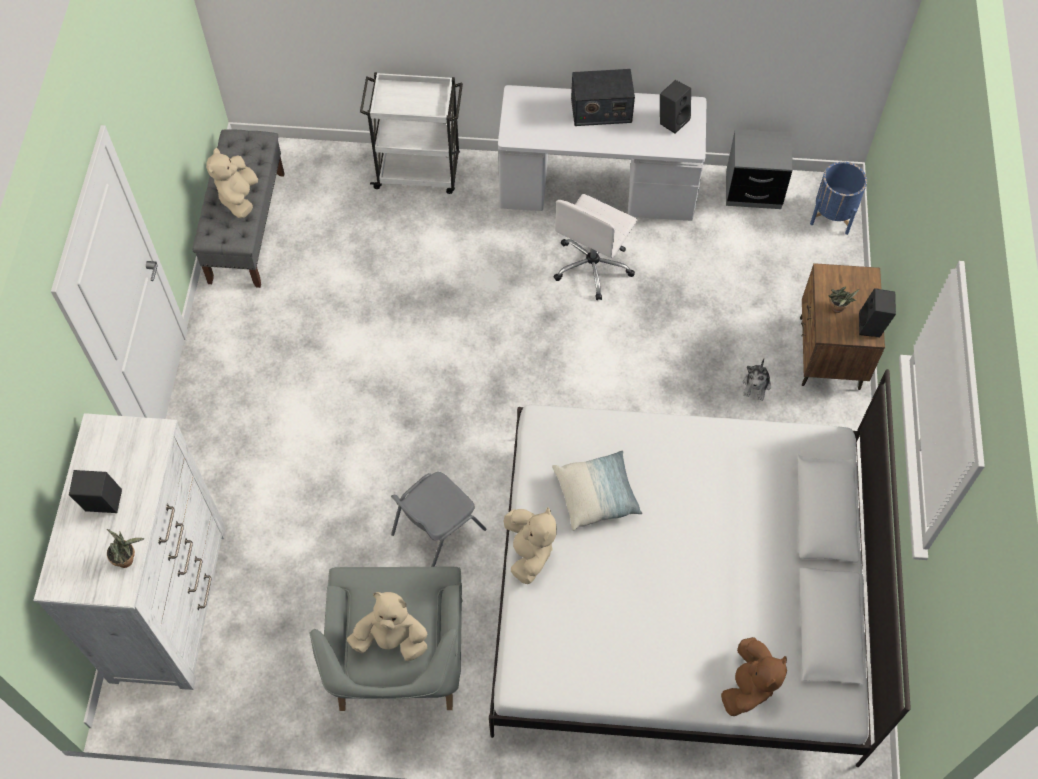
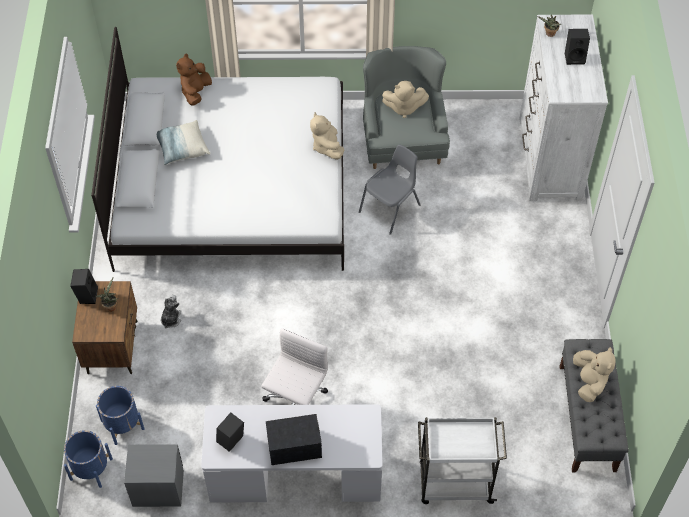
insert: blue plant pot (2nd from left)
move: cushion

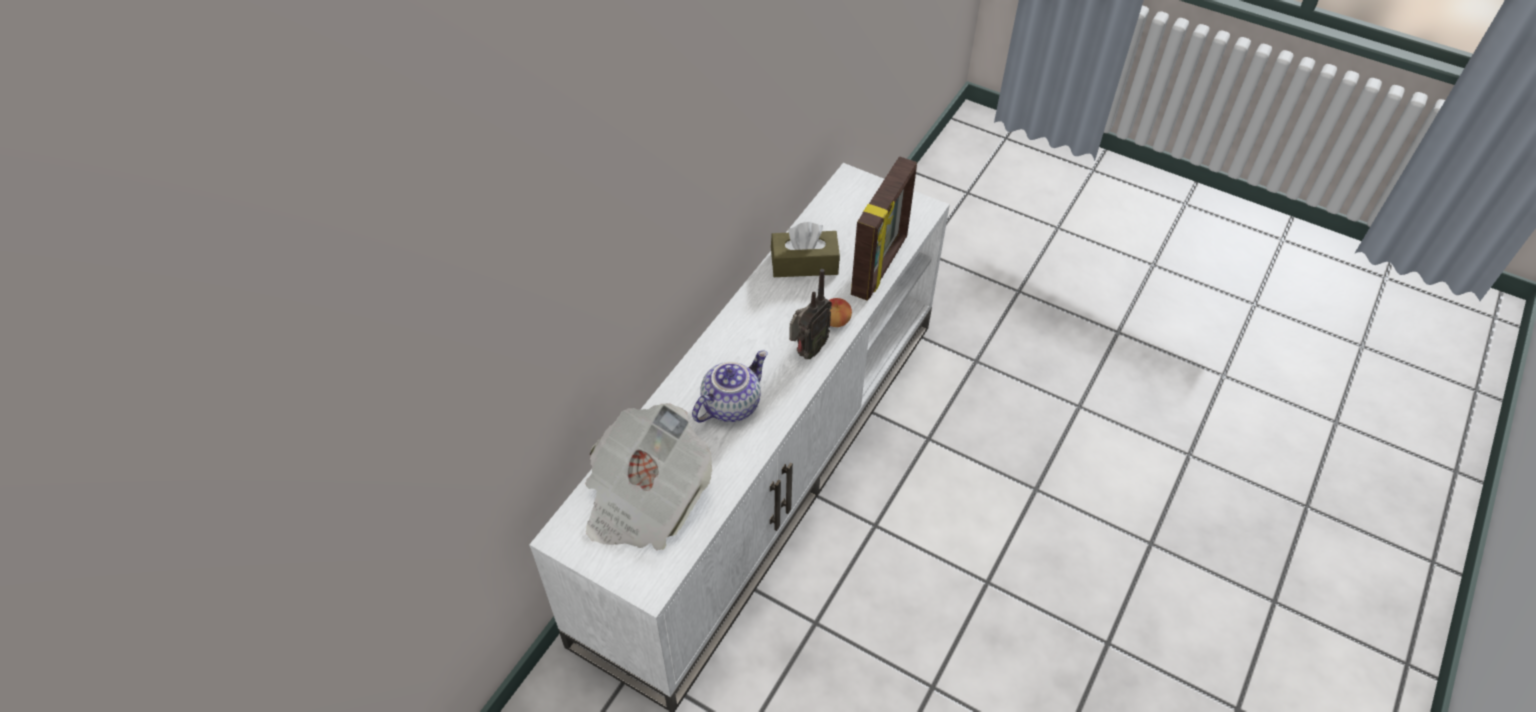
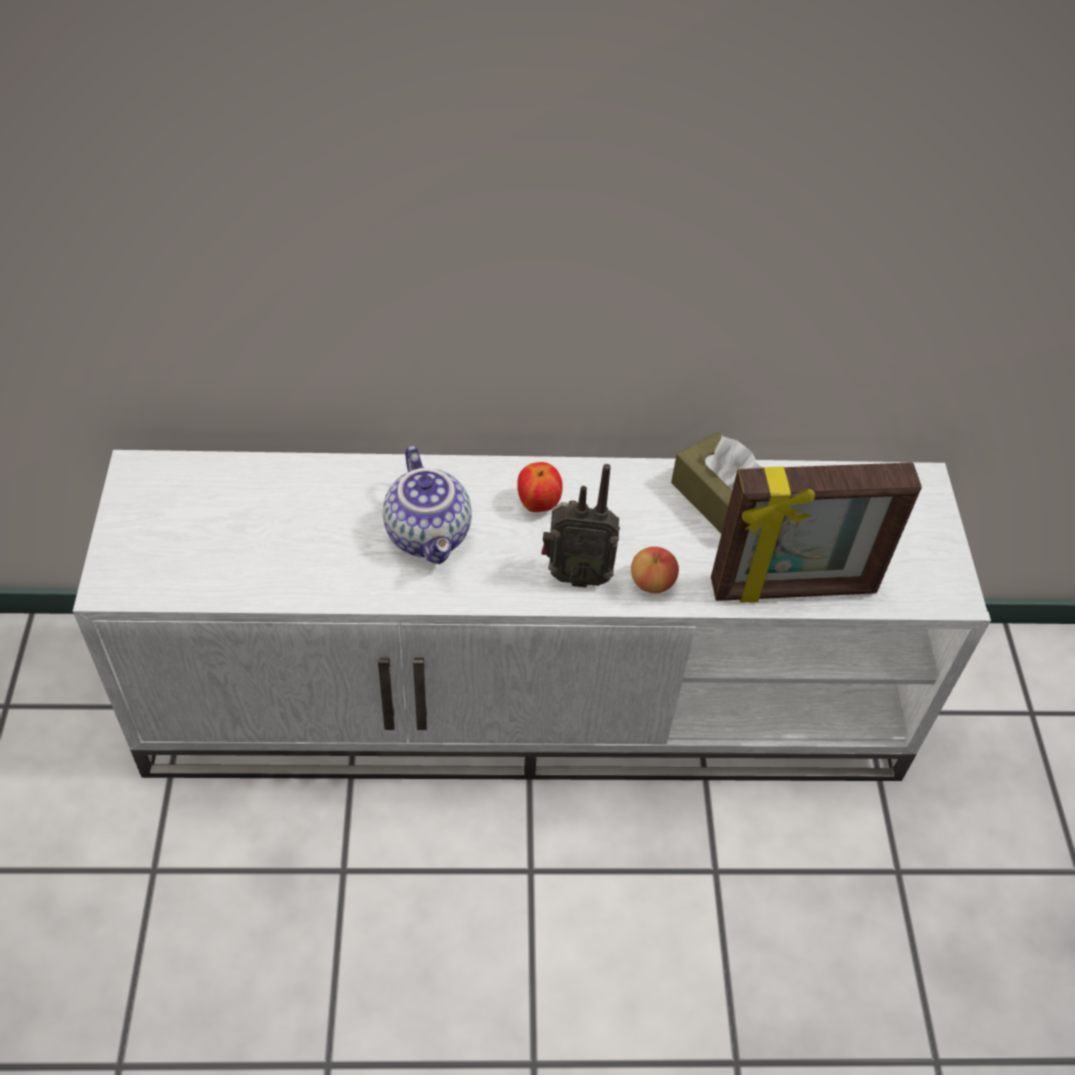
delete: newspaper
insert: apple (1st from left)
rotate: tea pot 60 degrees clockwise

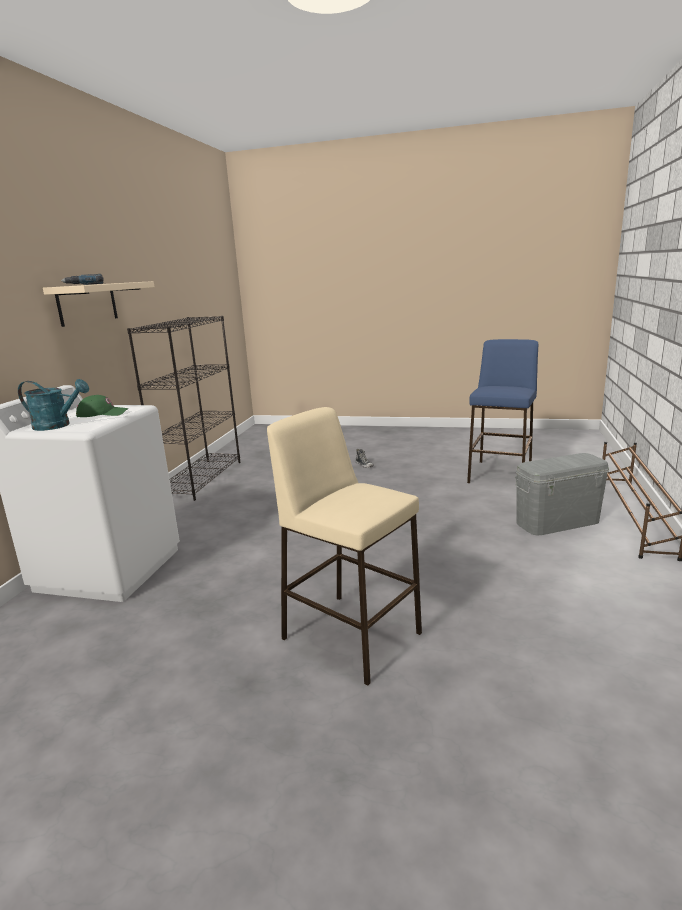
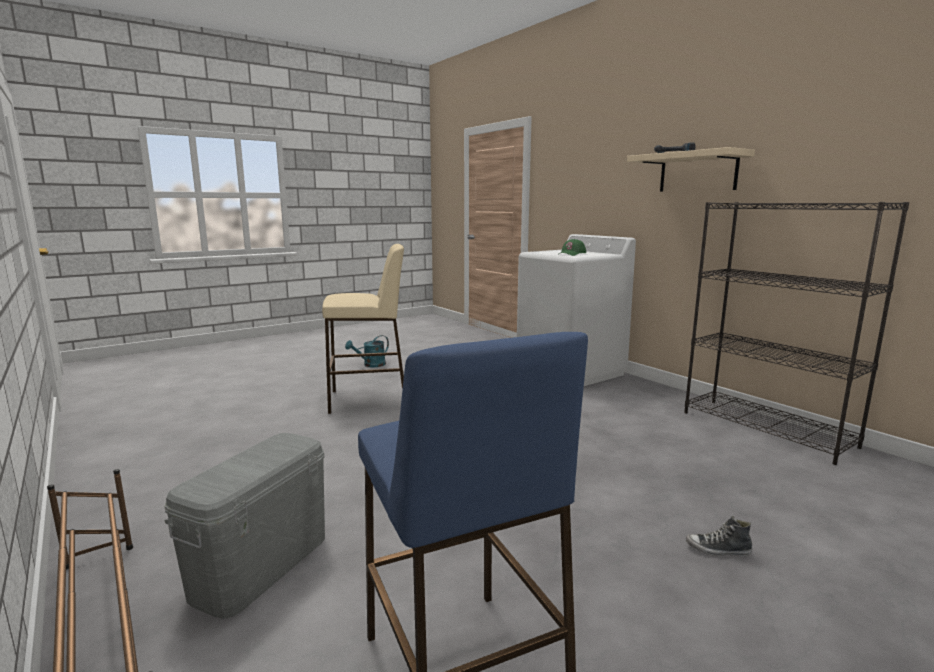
move: turquoise-coloured sprinkling can

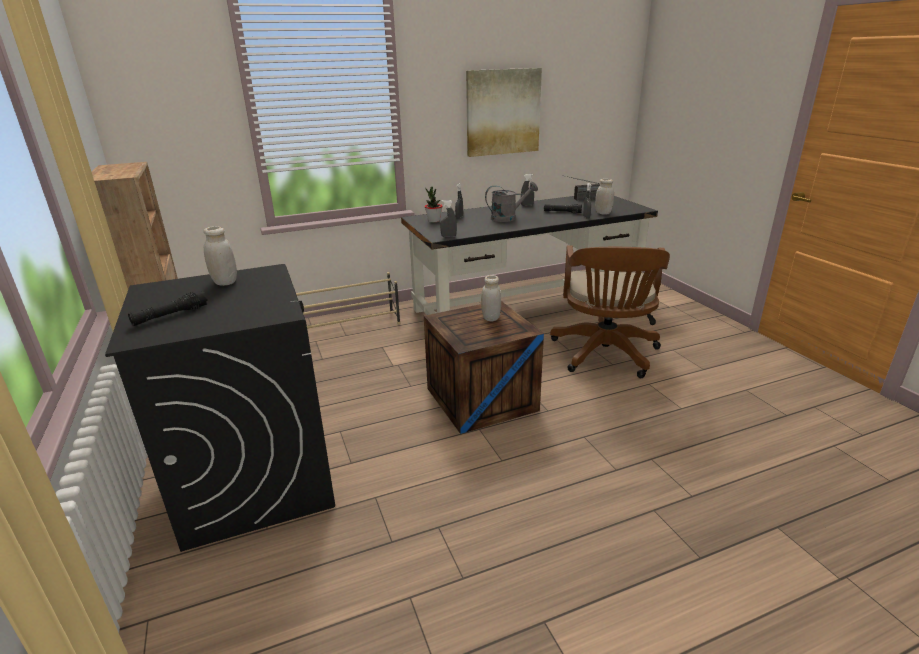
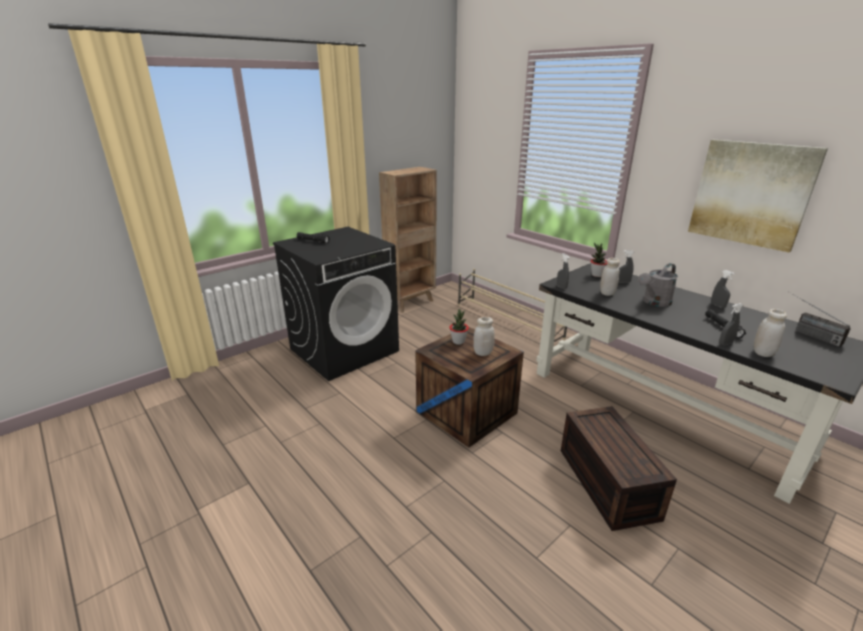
insert: potted plant (1st from left)
move: white preserve jar (1st from left in the first image) to white preserve jar (2nd from left)
replace: brown office chair to brown storage box
rotate: gray sprinkling can 90 degrees clockwise

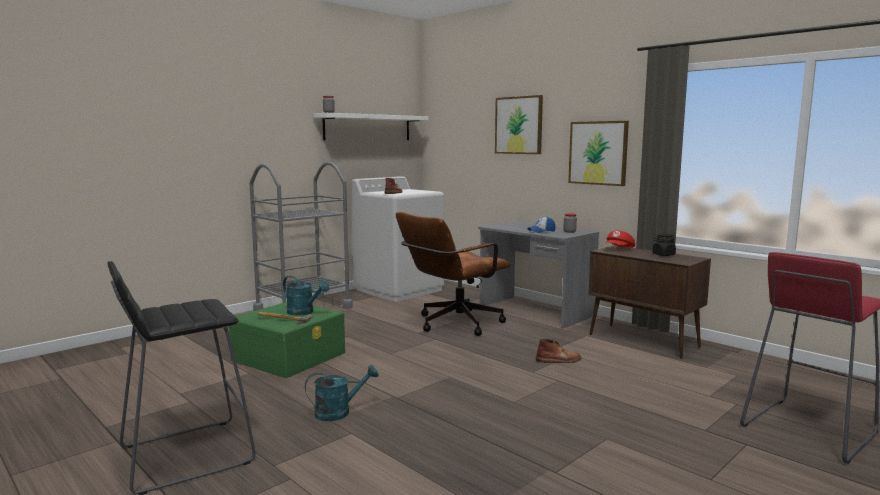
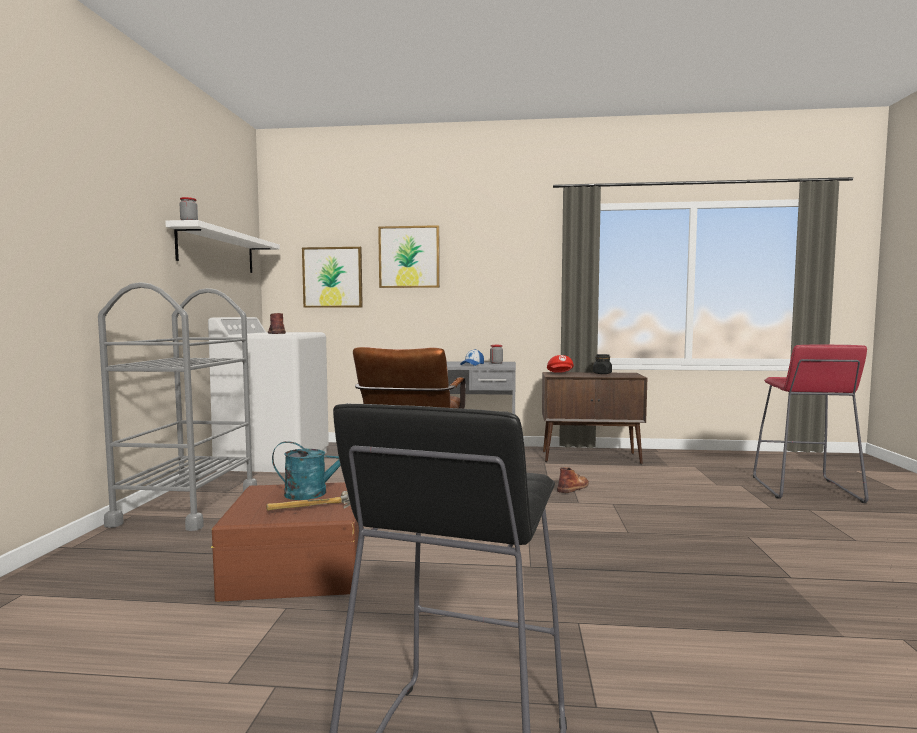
delete: turquoise-coloured sprinkling can (2nd from left)
move: picture (2nd from left in the first image) to picture (1st from left)
recolor: greenish storage box to brown storage box

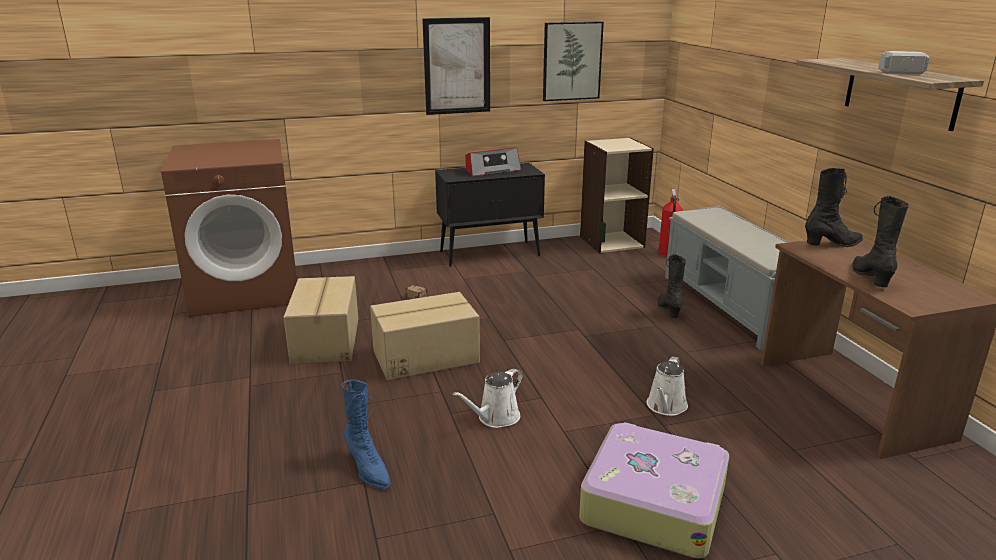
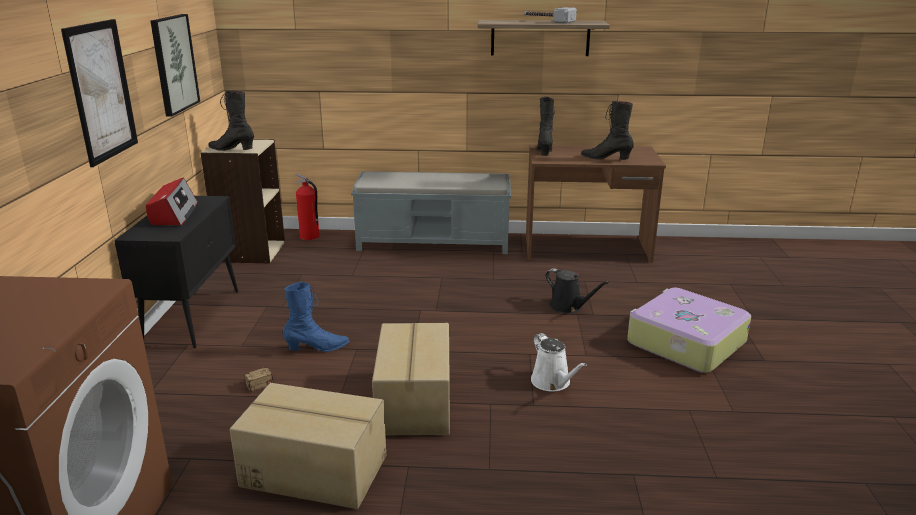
move: blackish high-top boot (1st from left); blue high-top boot
recolor: white sprinkling can (2nd from left) to blackish sprinkling can

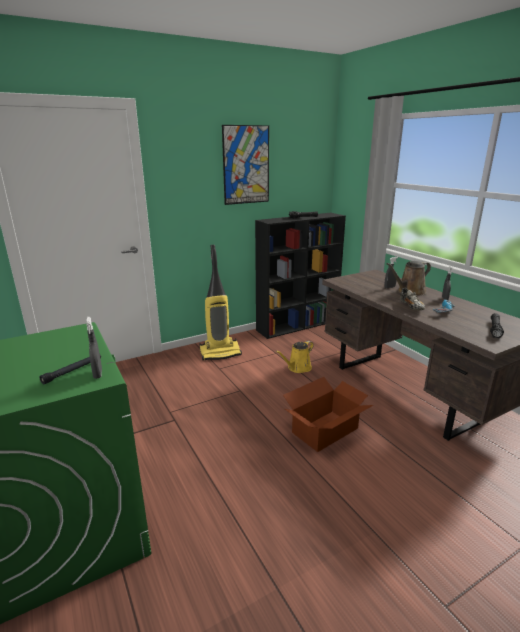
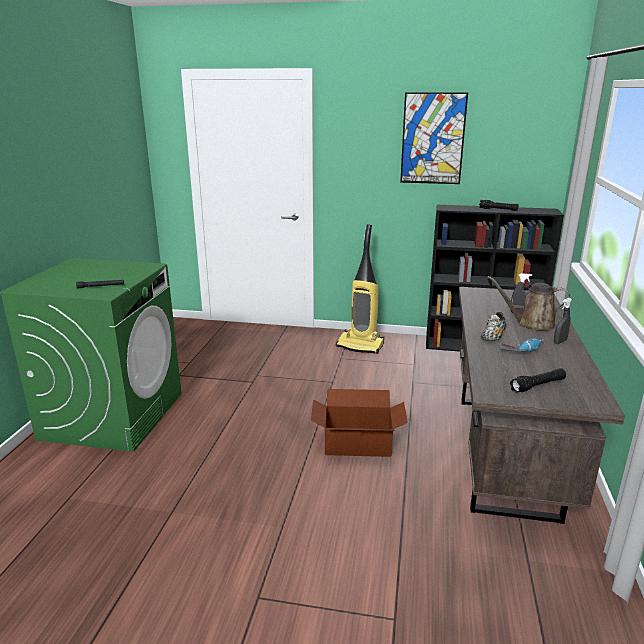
delete: gray hand sprayer (1st from left); yellow sprinkling can

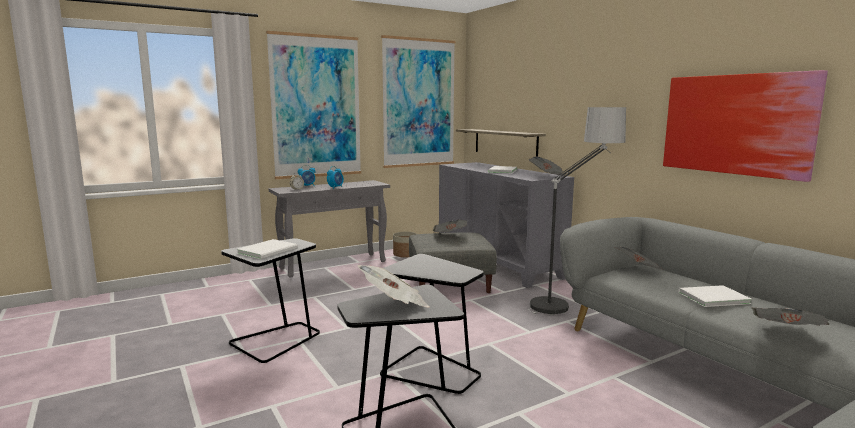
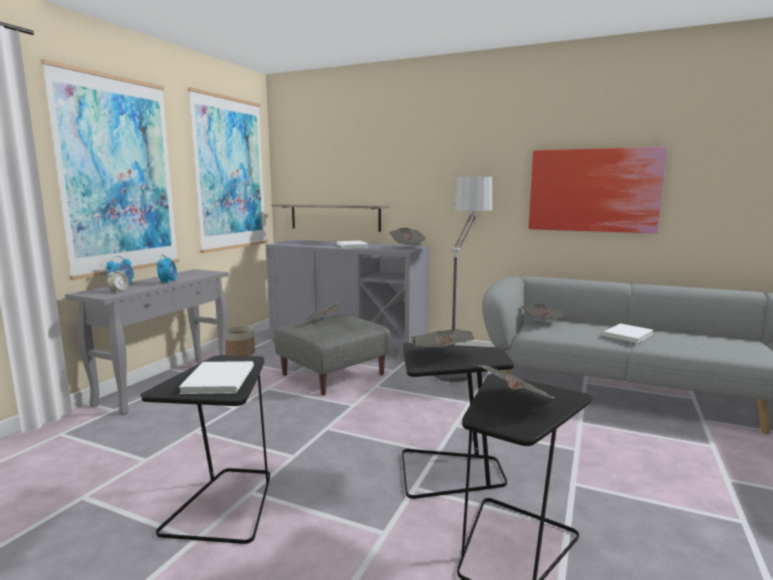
move: newspaper (5th from left in the first image) to newspaper (3rd from left)

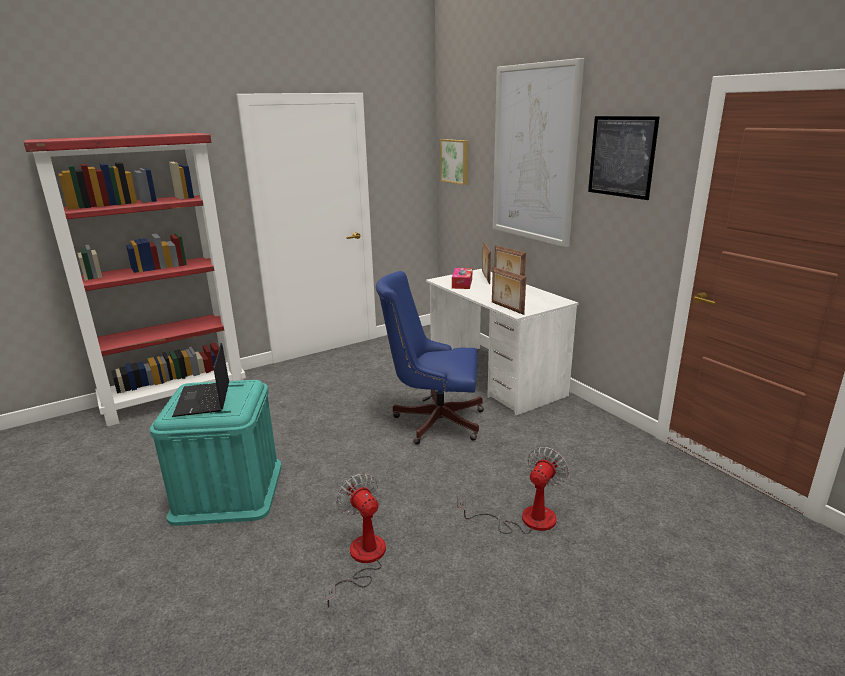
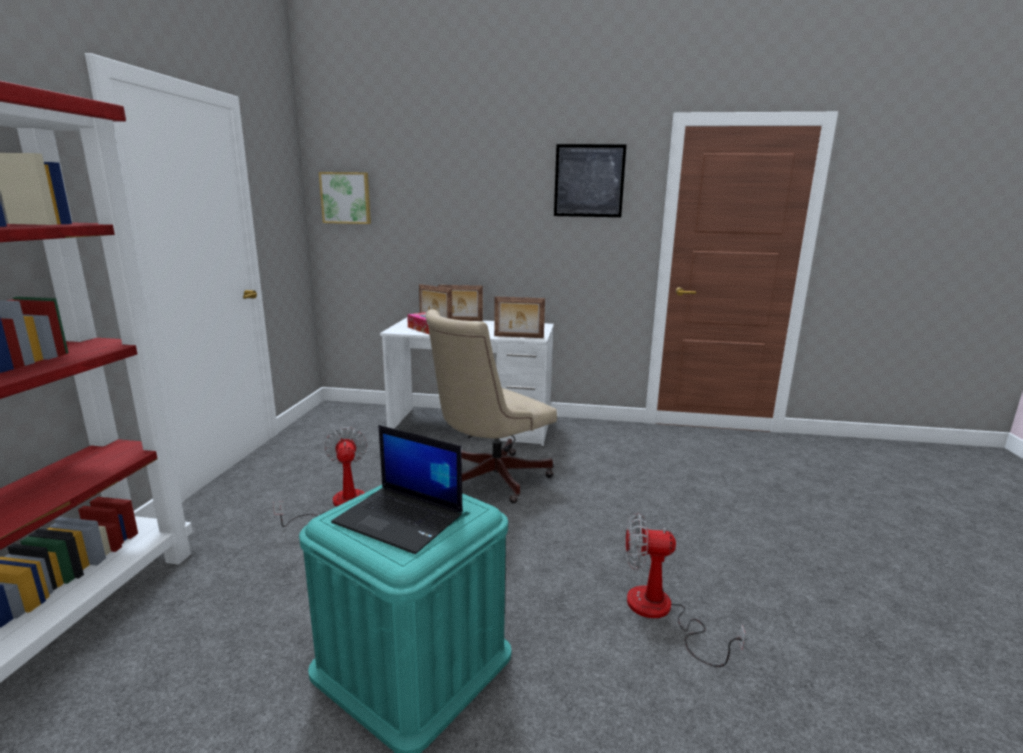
delete: picture (2nd from left)
move: cooling fan (2nd from left in the first image) to cooling fan (1st from left)
recolor: blue office chair to beige office chair

